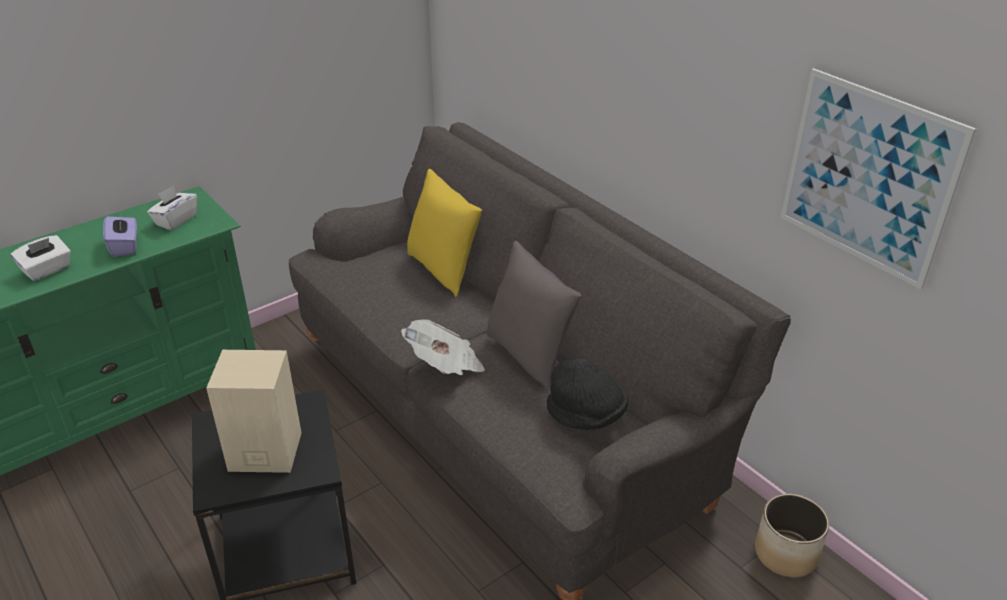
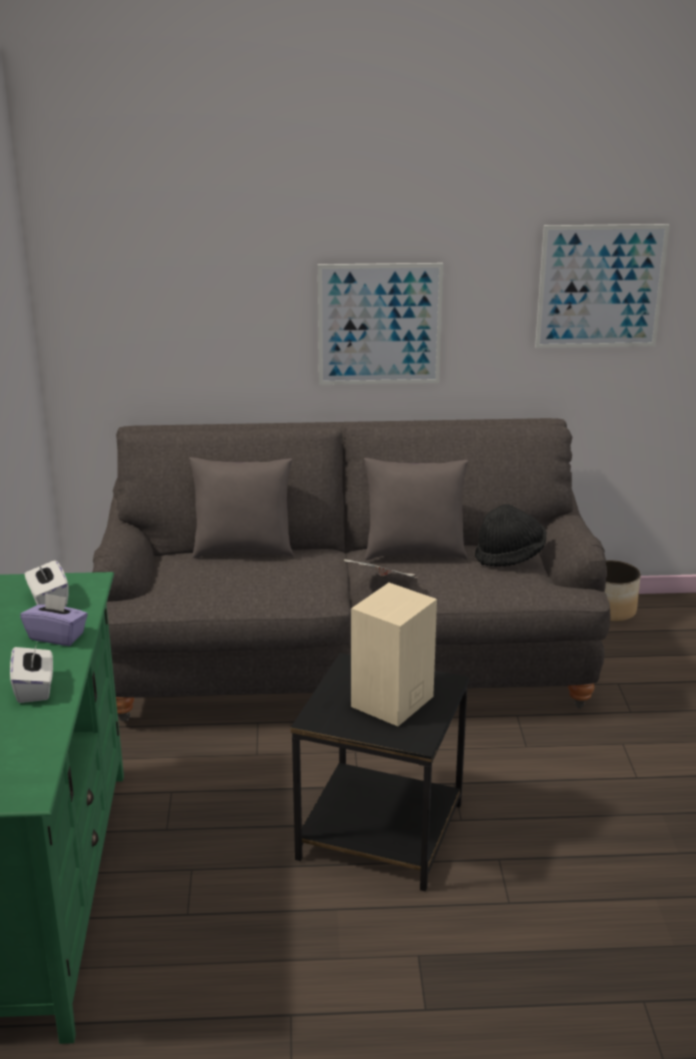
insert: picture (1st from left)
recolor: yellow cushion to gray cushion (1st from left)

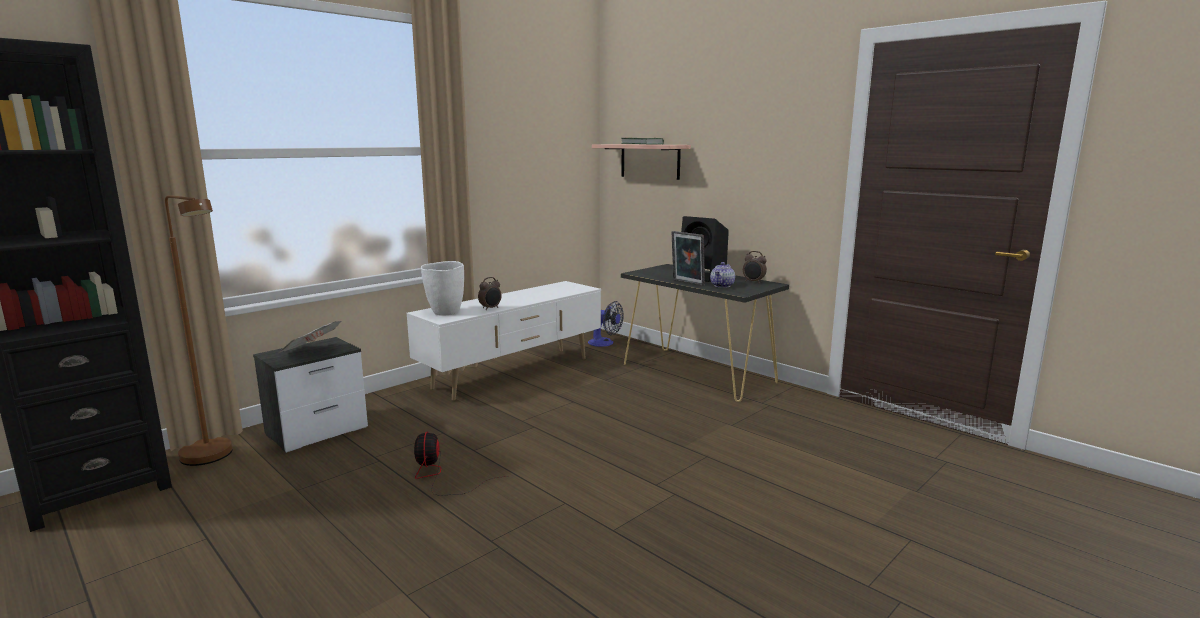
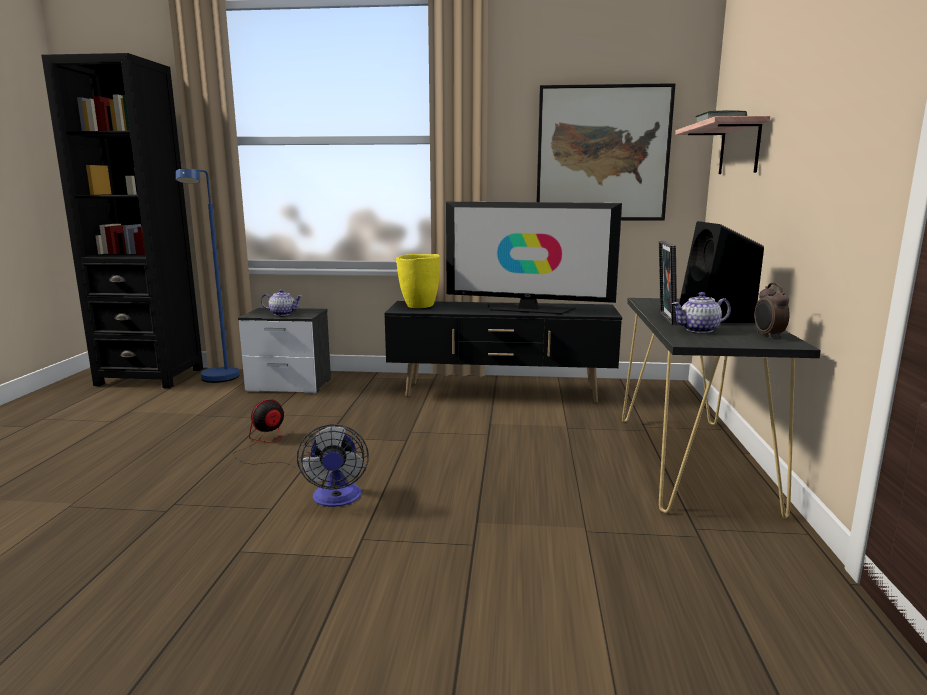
delete: bedside clock (1st from left)
insert: TV; picture
move: cooling fan (2nd from left)
replace: newspaper to tea pot (1st from left)
recolor: brown standing lamp to blue standing lamp; white tv stand to blackish tv stand; white decorative vase to yellow decorative vase

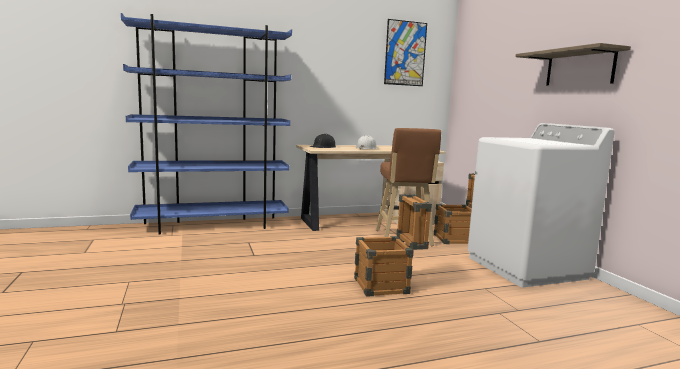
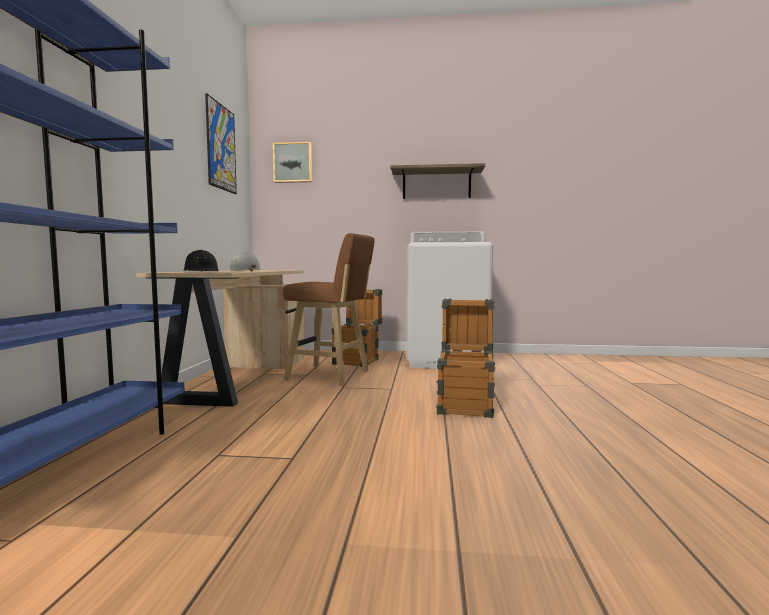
insert: picture (2nd from left)

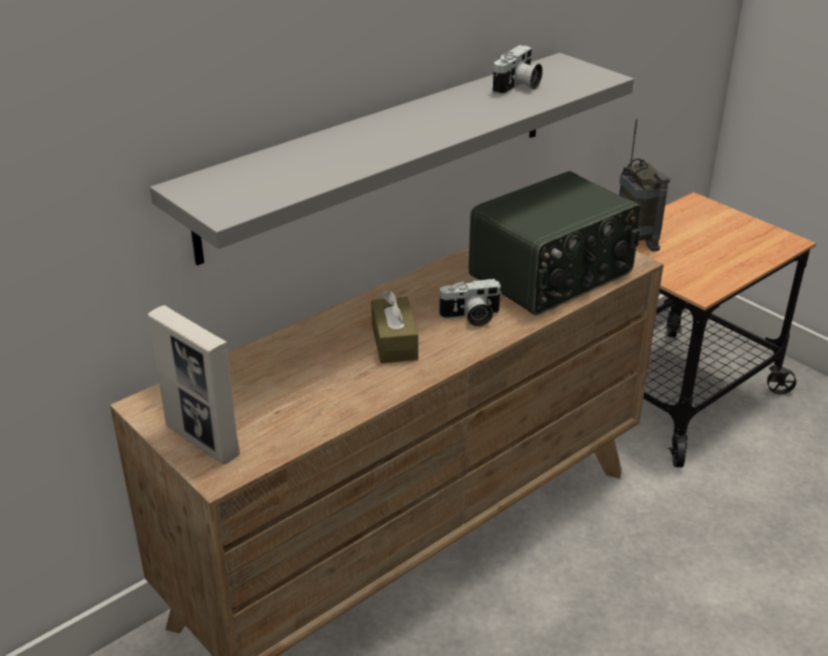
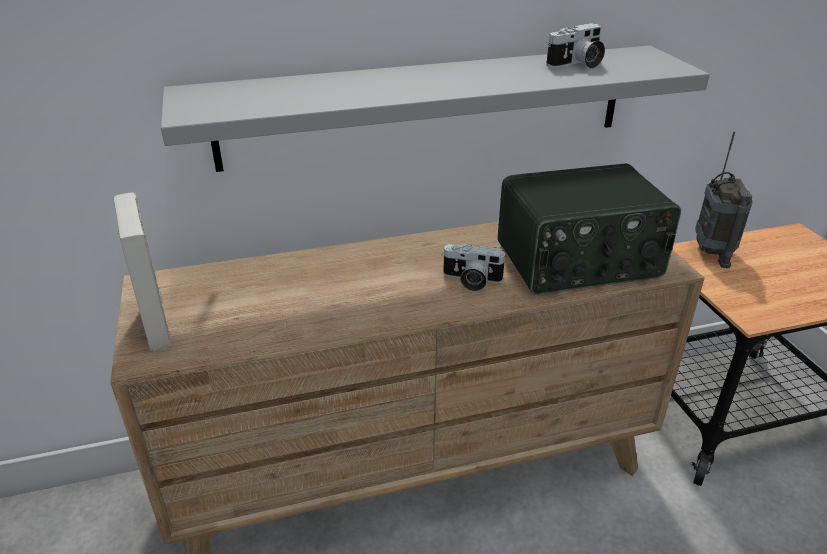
delete: brown tissue holder

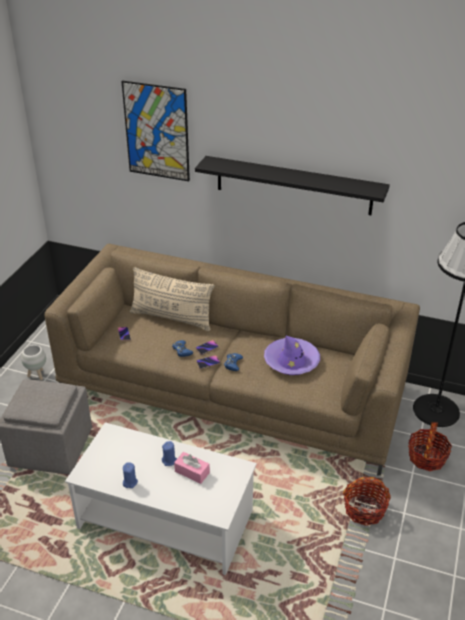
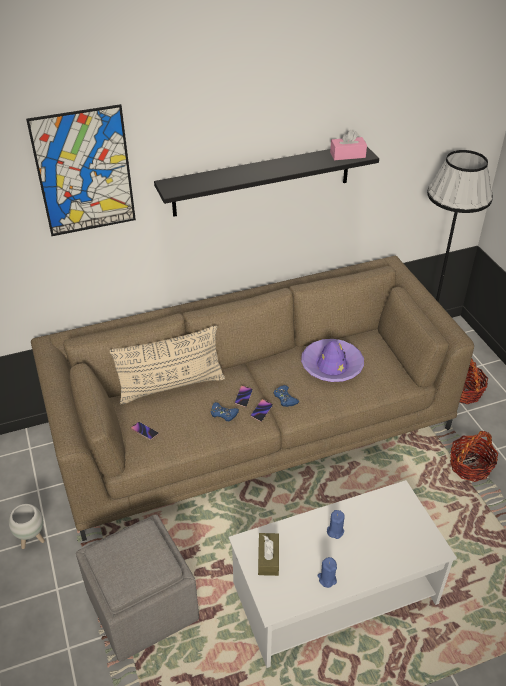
insert: brown tissue holder
move: pinkish tissue holder

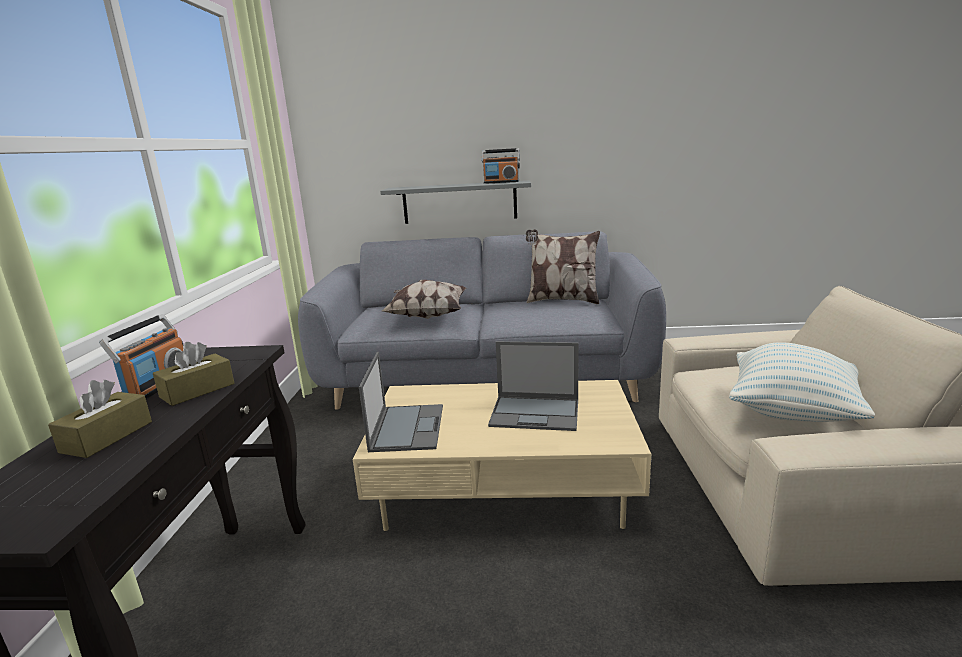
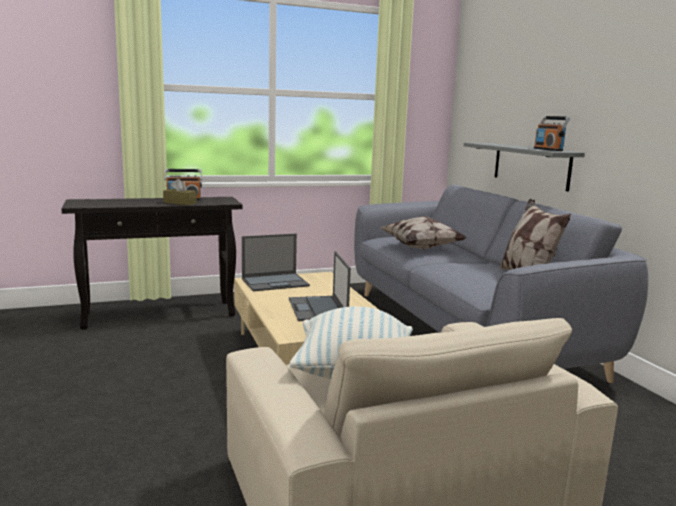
delete: brown tissue holder (1st from left)

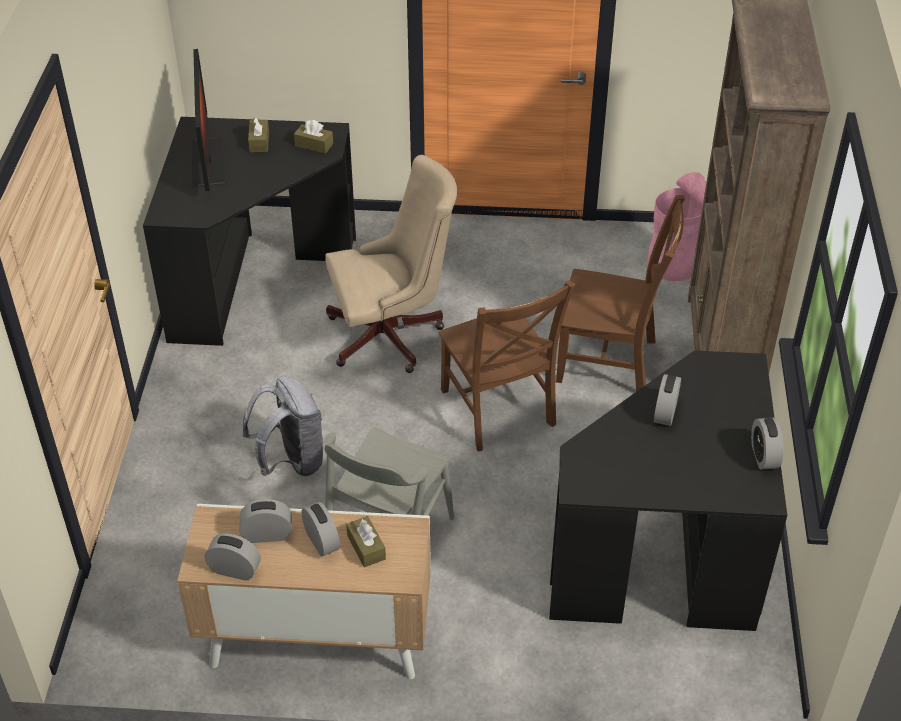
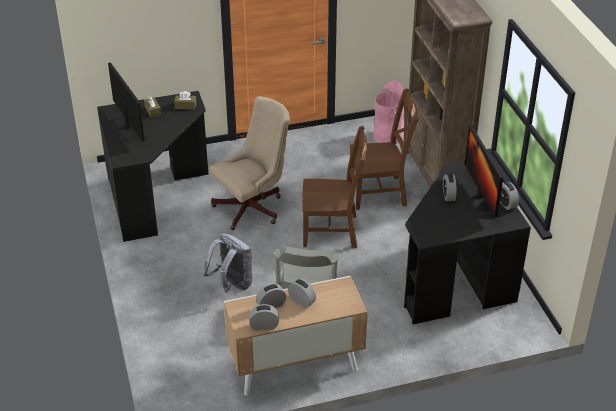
delete: brown tissue holder (3rd from left)
insert: computer display (2nd from left)
rotate: brown chair (1st from left) 45 degrees counterclockwise

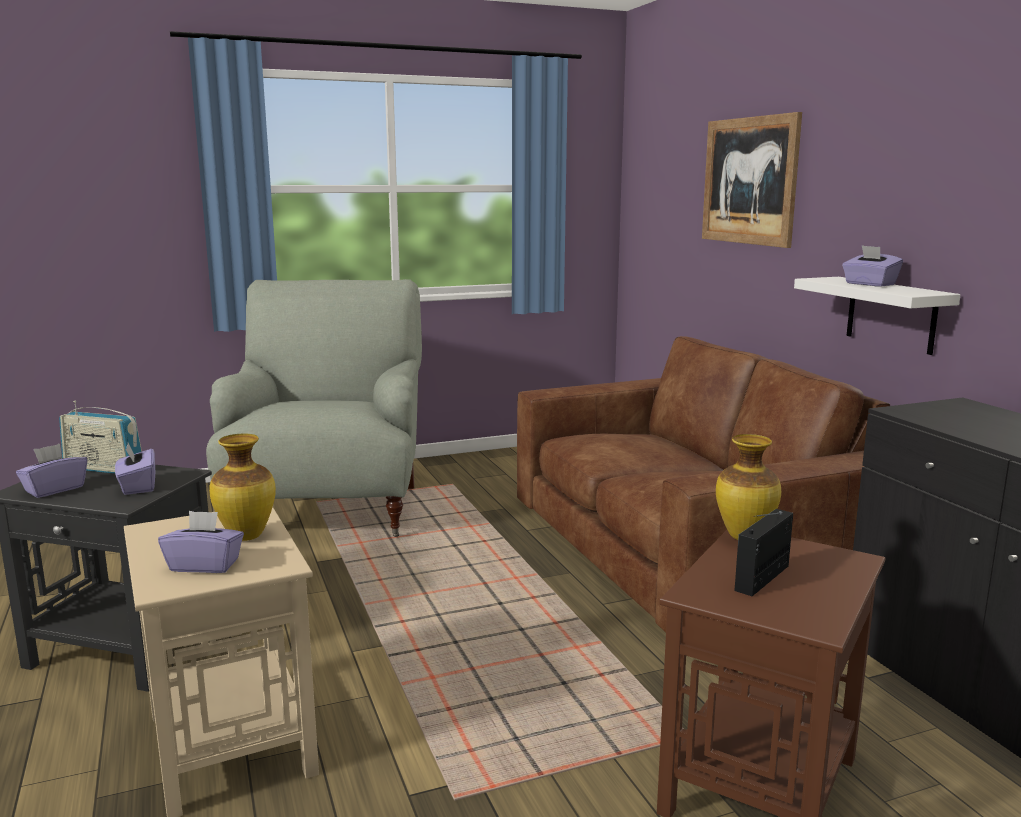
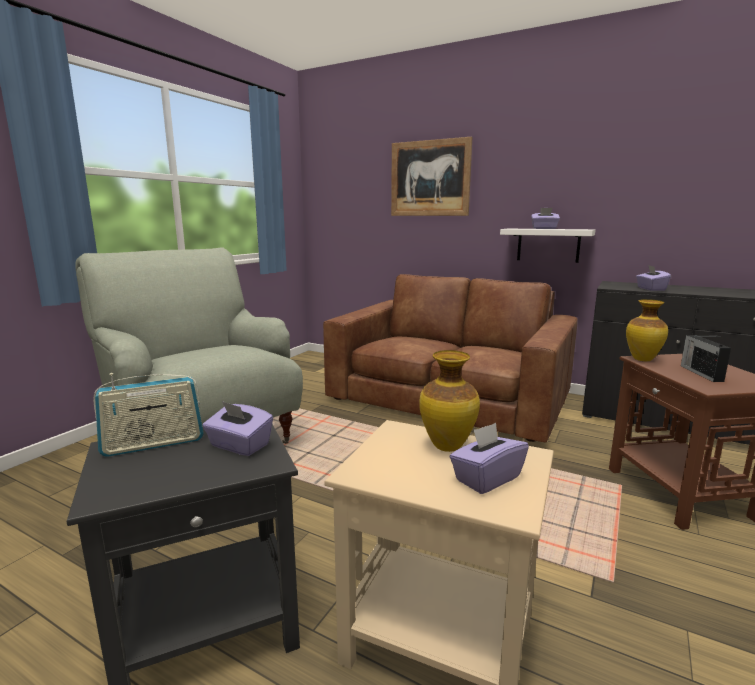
move: purple-coloured tissue holder (1st from left in the first image) to purple-coloured tissue holder (4th from left)

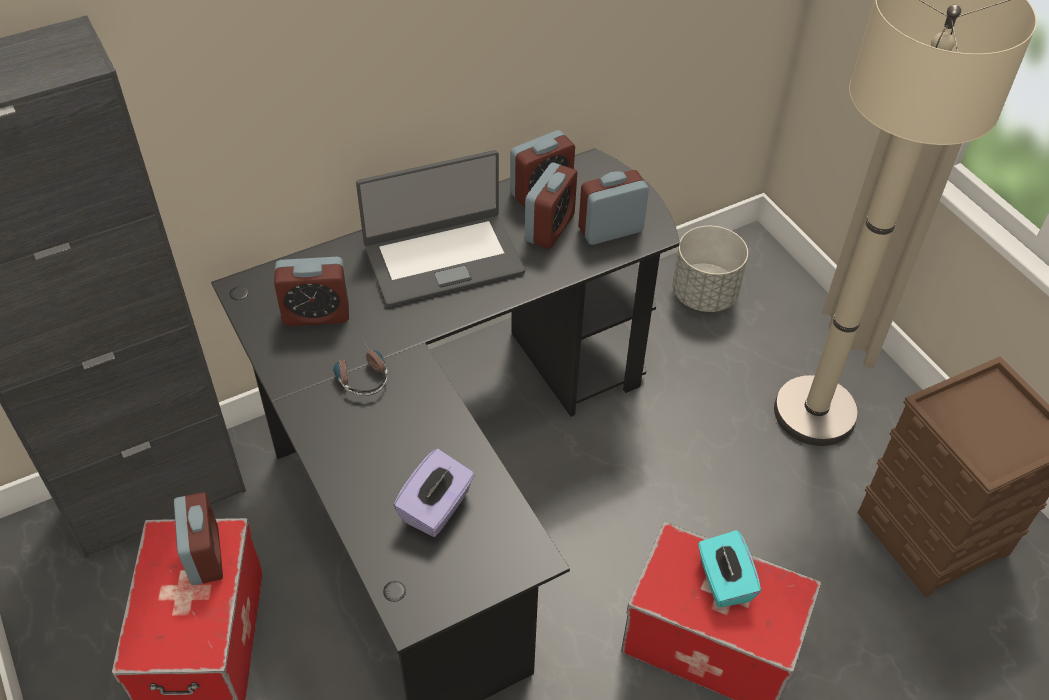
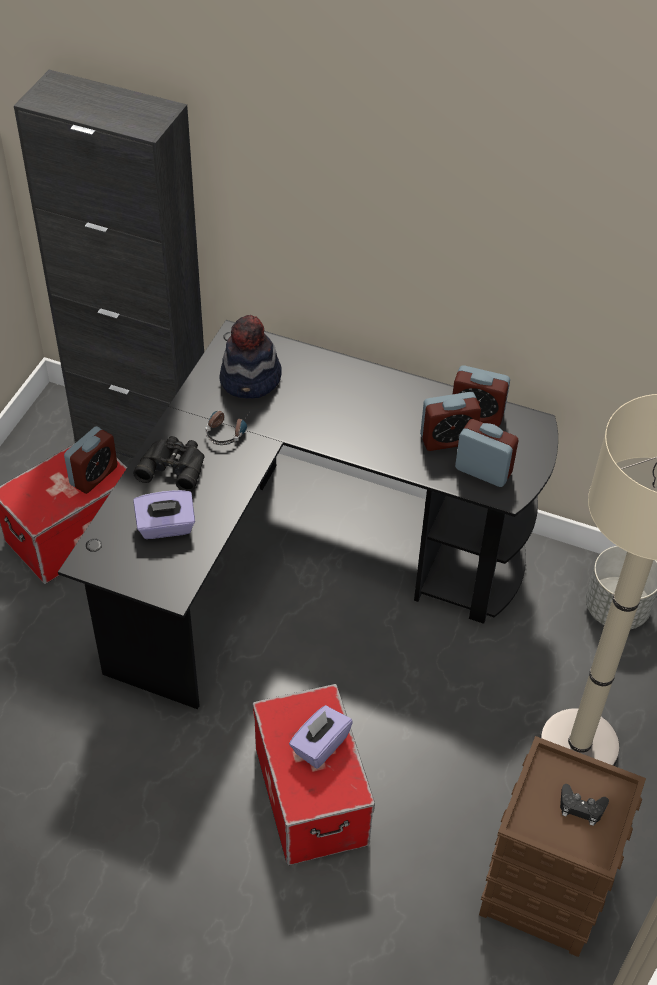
delete: portable computer
insert: blackish field glasses; blackish gamepad
replace: bedside clock (2nd from left) to wearable hat
recolor: turquoise-coloured tissue holder to purple-coloured tissue holder (2nd from left)

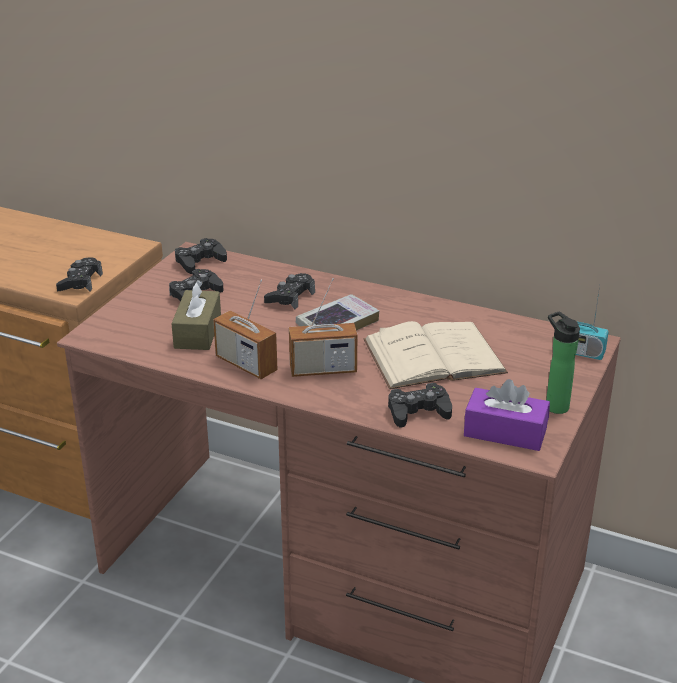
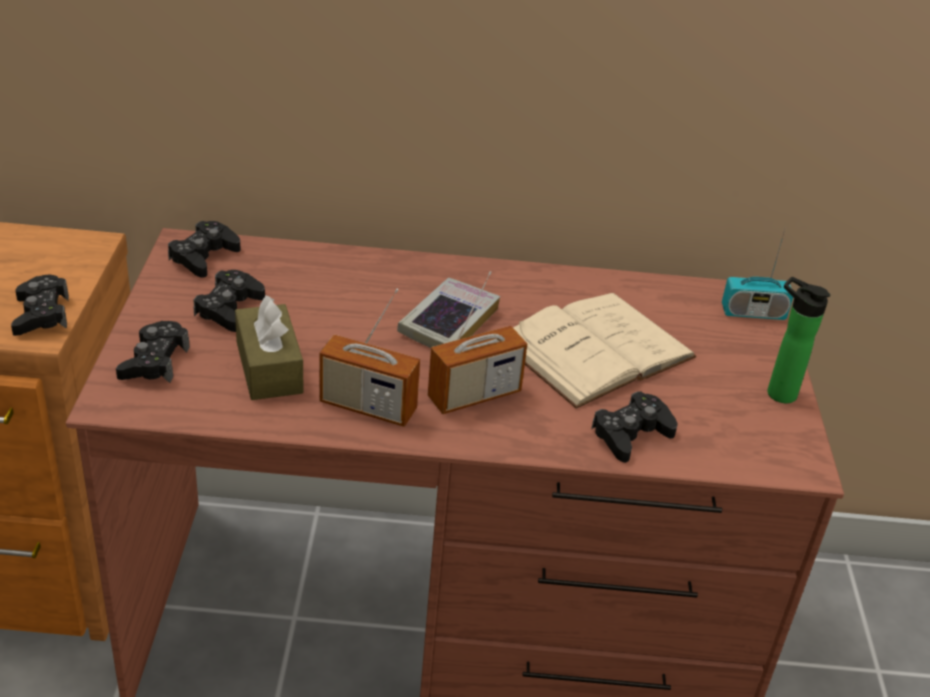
delete: purple-coloured tissue holder
move: blackish gamepad (4th from left in the first image) to blackish gamepad (2nd from left)

